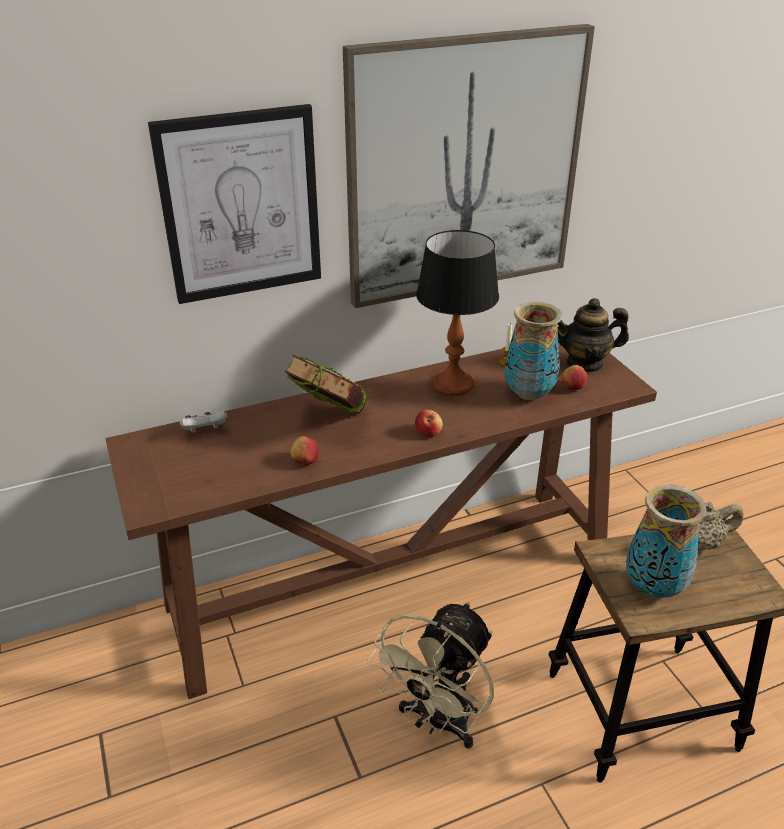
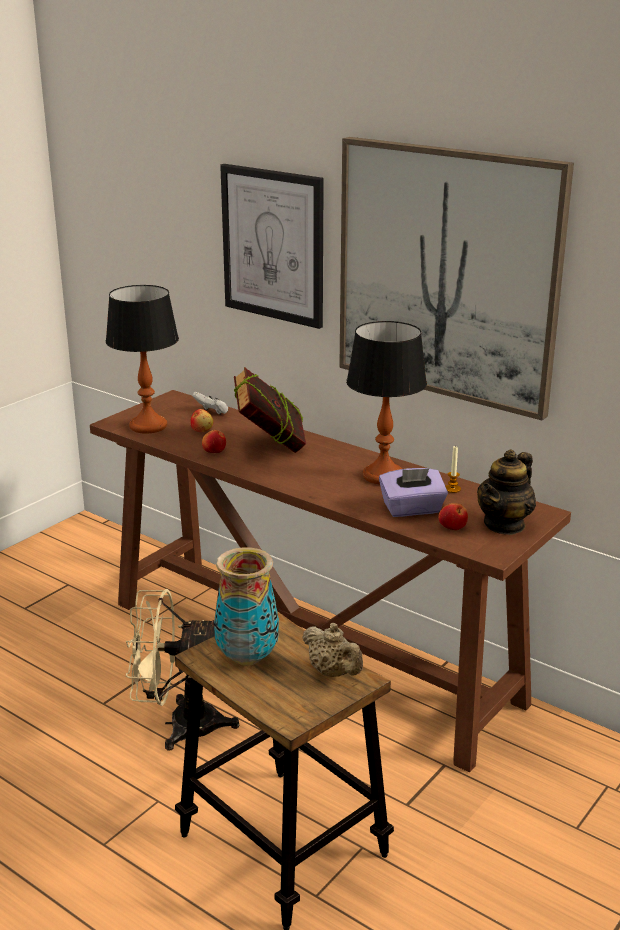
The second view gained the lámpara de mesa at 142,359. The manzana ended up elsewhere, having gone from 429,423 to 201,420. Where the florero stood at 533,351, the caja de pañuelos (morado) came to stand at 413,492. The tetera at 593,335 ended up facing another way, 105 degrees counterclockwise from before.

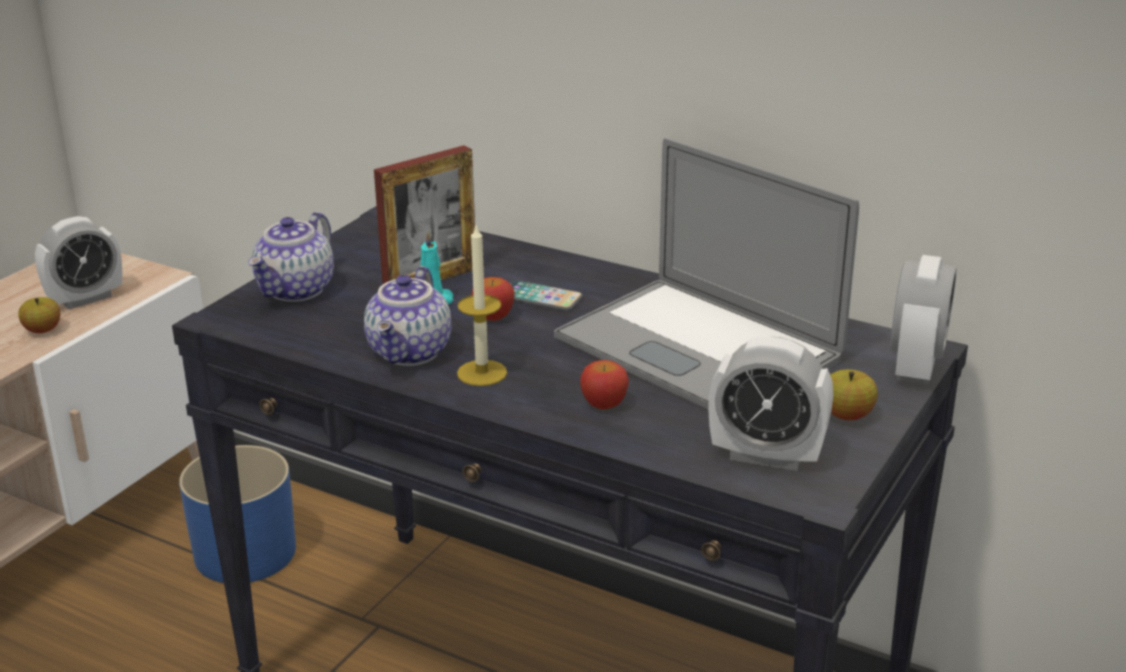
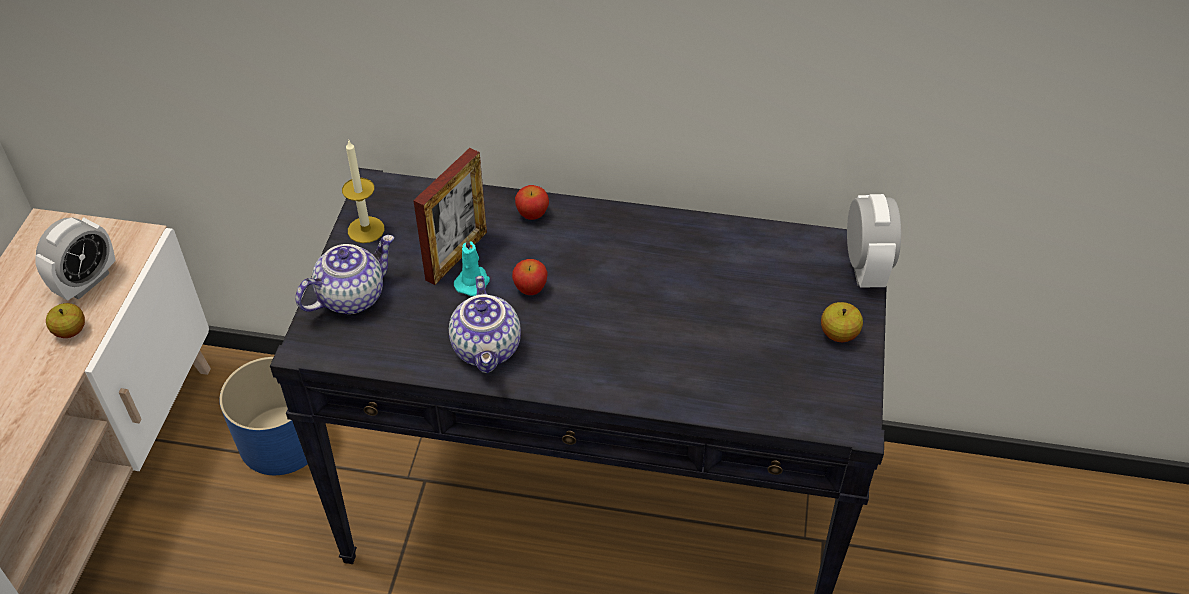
The tetera at 291,257 ended up facing another way, 135 degrees counterclockwise from before. The vela ended up elsewhere, having gone from 482,305 to 363,191. The manzana ended up elsewhere, having gone from 604,385 to 532,202. The second view lost the móvil at 546,295. The second view lost the portátil at 706,273. The second view lost the despertador at 770,403.

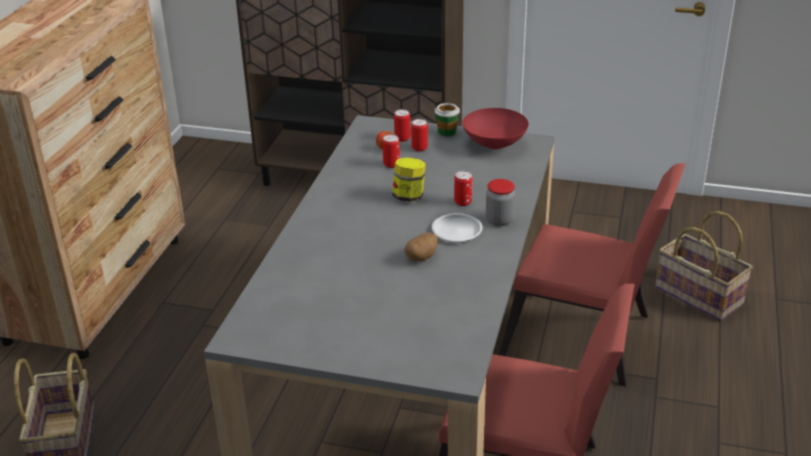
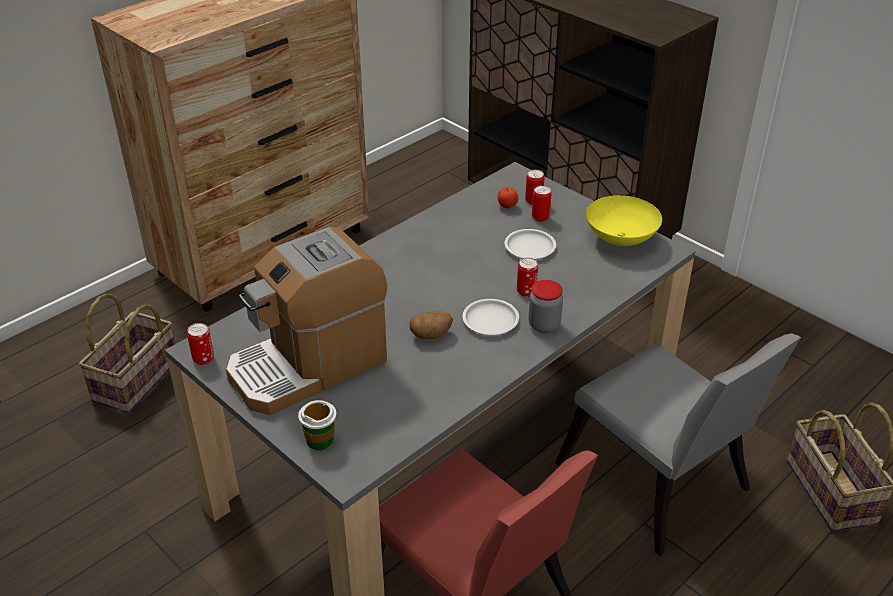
The lata ended up elsewhere, having gone from 391,151 to 200,344. The second view gained the cafetera at 306,321. The taza ended up elsewhere, having gone from 447,120 to 317,425. The second view gained the plato (blanco) at 530,244. What was the silla (rojo) at 592,275 turned into the silla (gris) at 678,444. What was the cuenco (rojo) at 495,128 turned into the cuenco (amarillo) at 624,220. The second view lost the tarro at 409,179.

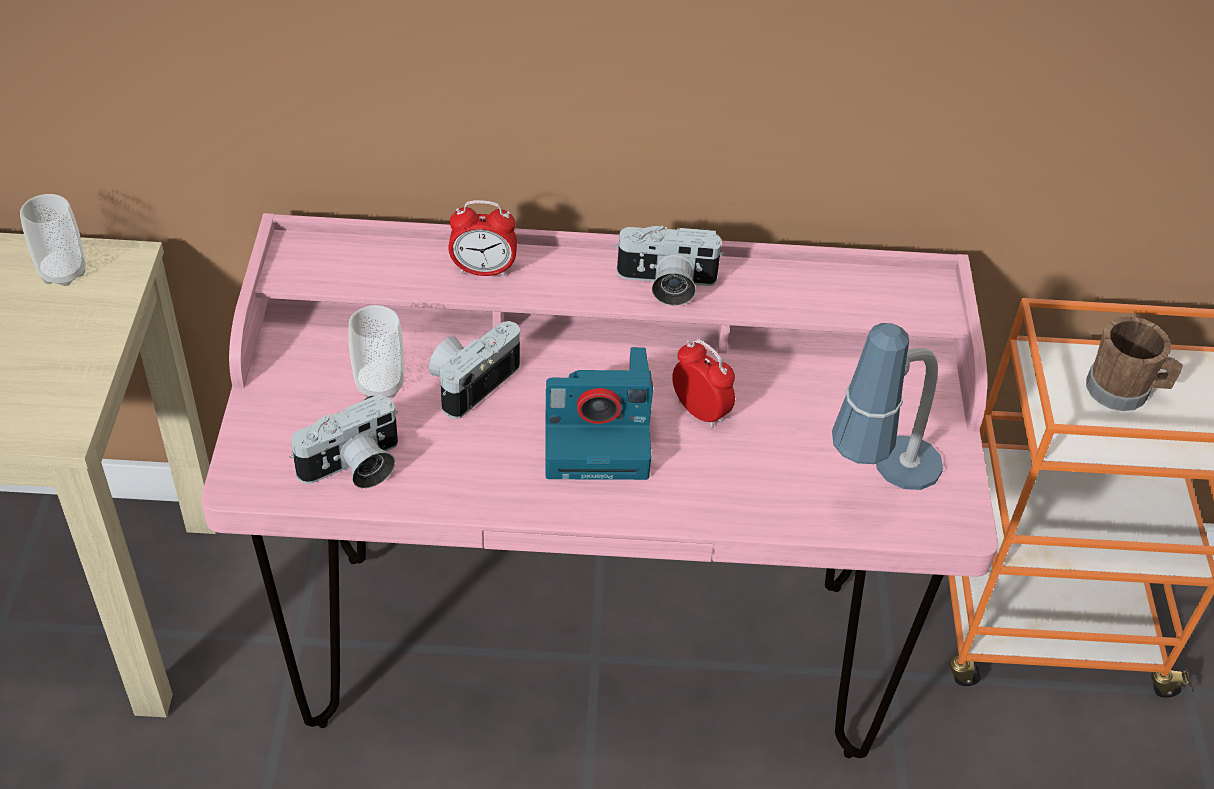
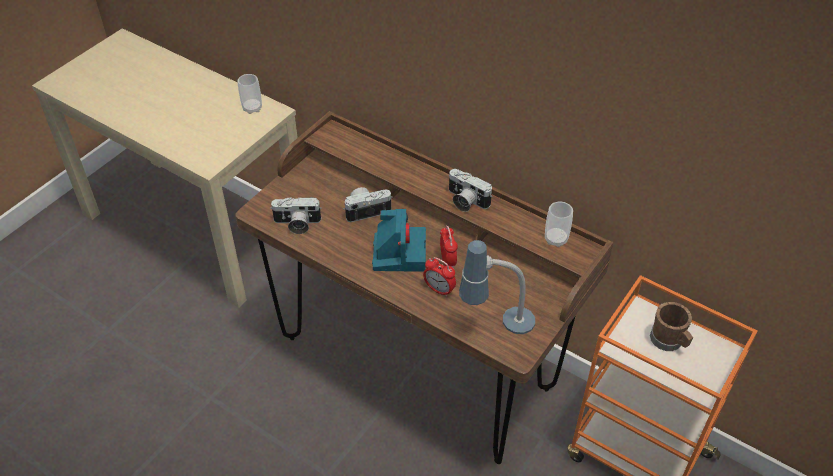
What was the escritorio (rosa) at 599,485 turned into the escritorio (marrón) at 424,287. The cámara at 599,413 ended up facing another way, 120 degrees counterclockwise from before. The despertador ended up elsewhere, having gone from 482,238 to 439,277. The taza ended up elsewhere, having gone from 376,351 to 559,224.

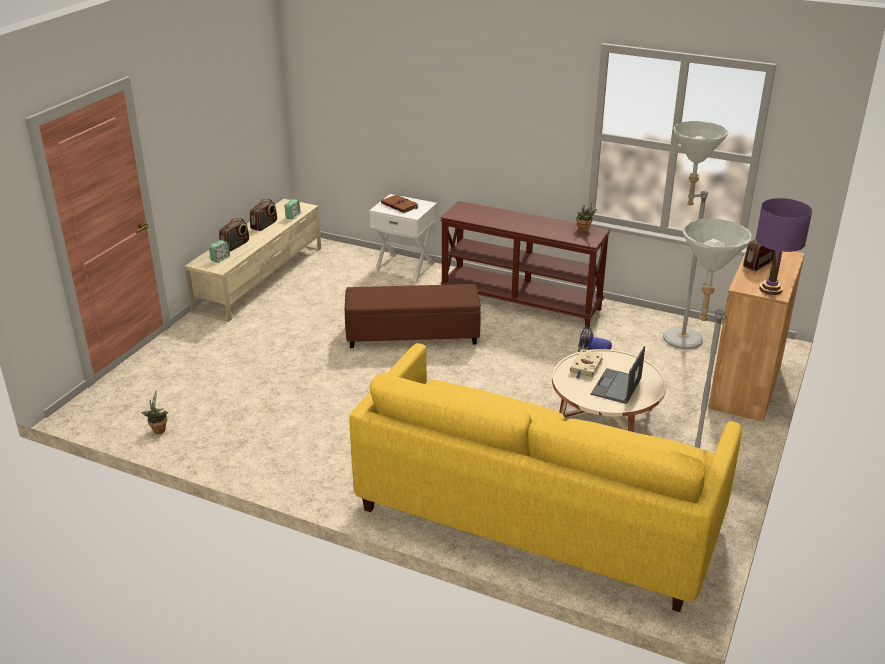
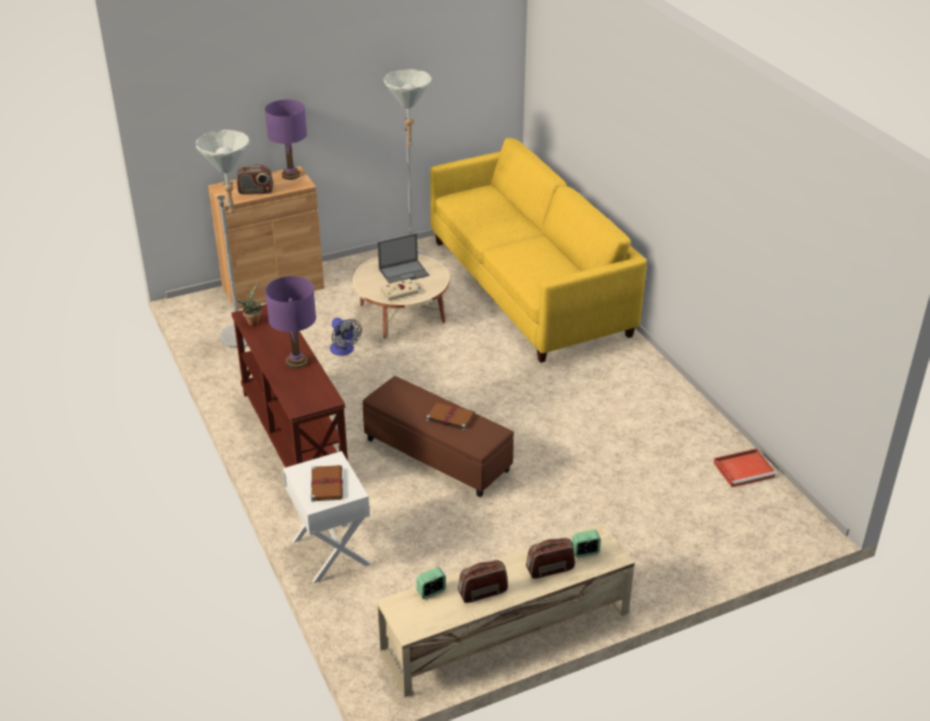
The second view gained the lámpara de mesa (morado) at 290,322. The second view gained the libro (marrón) at 450,416. Where the planta en maceta stood at 154,412, the bandeja (rojo) came to stand at 745,468.

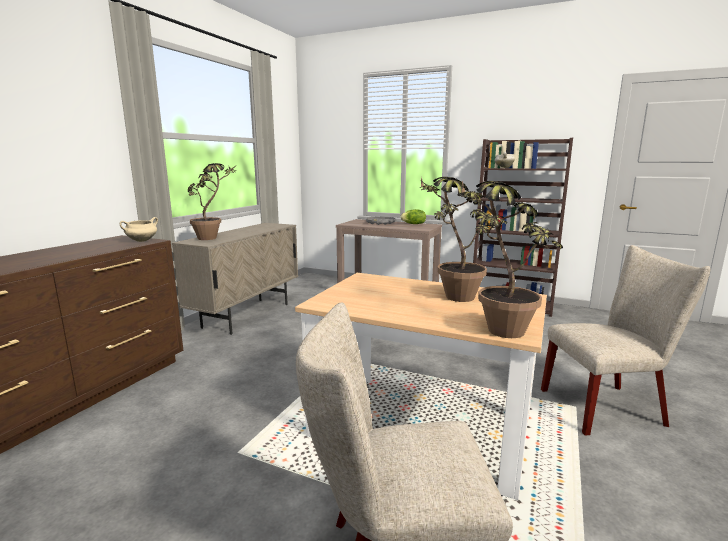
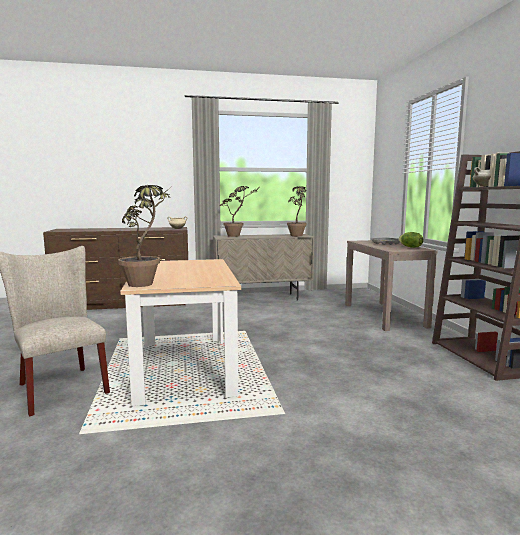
The planta en maceta ended up elsewhere, having gone from 460,239 to 297,211. The second view lost the silla (beis) at 625,340.

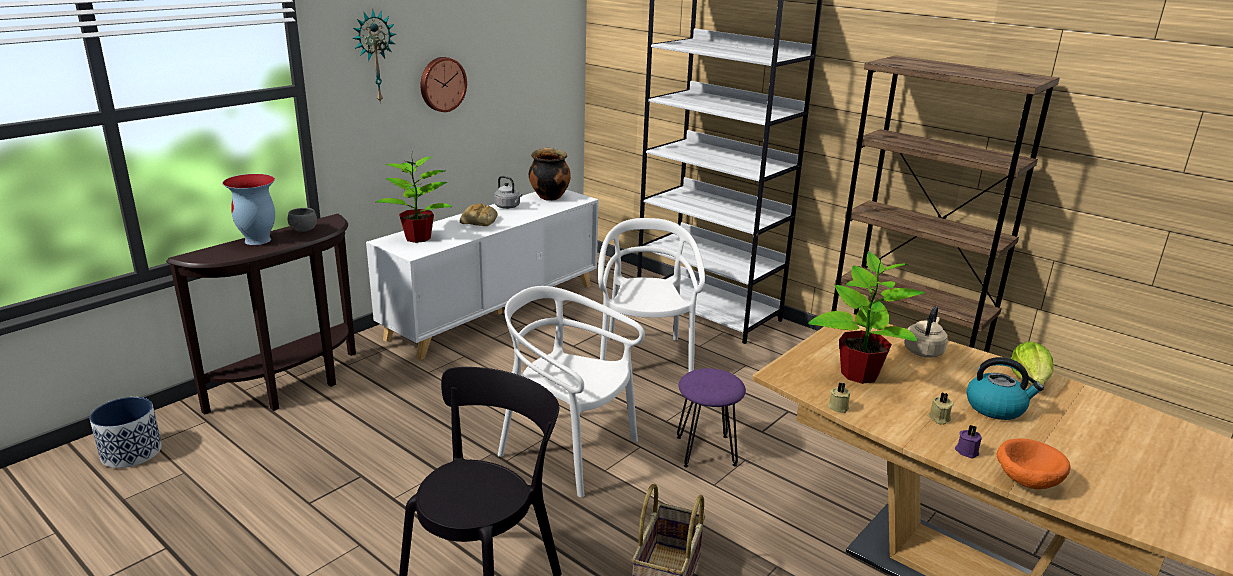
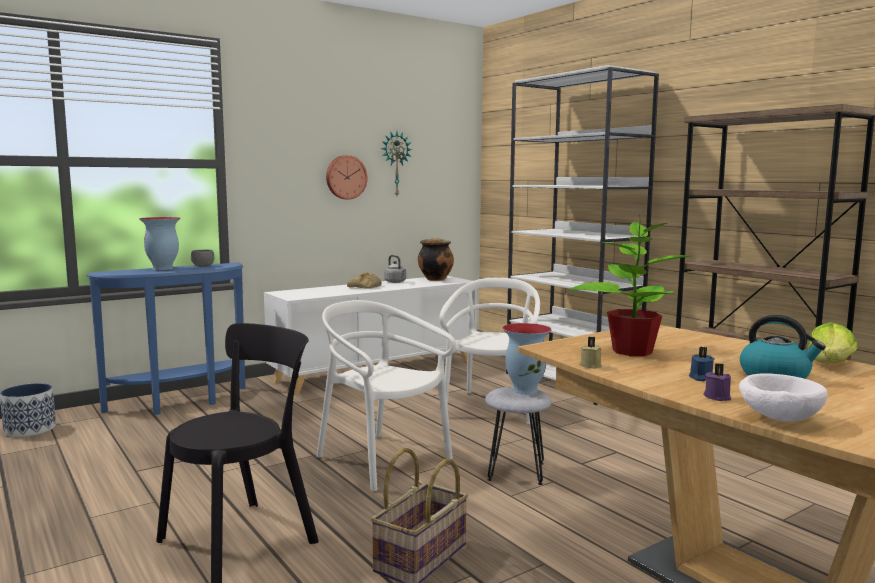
What was the mesa consola (marrón) at 261,314 turned into the mesa consola (azul) at 165,338. The reloj de pared ended up elsewhere, having gone from 374,56 to 396,163. What was the taburete (morado) at 711,417 turned into the taburete (gris) at 518,436. The second view gained the florero at 527,358. What was the vela (beis) at 941,408 turned into the vela (azul) at 702,364. What was the cuenco (naranja) at 1033,464 turned into the cuenco (blanco) at 783,397. The second view lost the planta en maceta at 414,200. The second view lost the hervidor (beis) at 926,332.

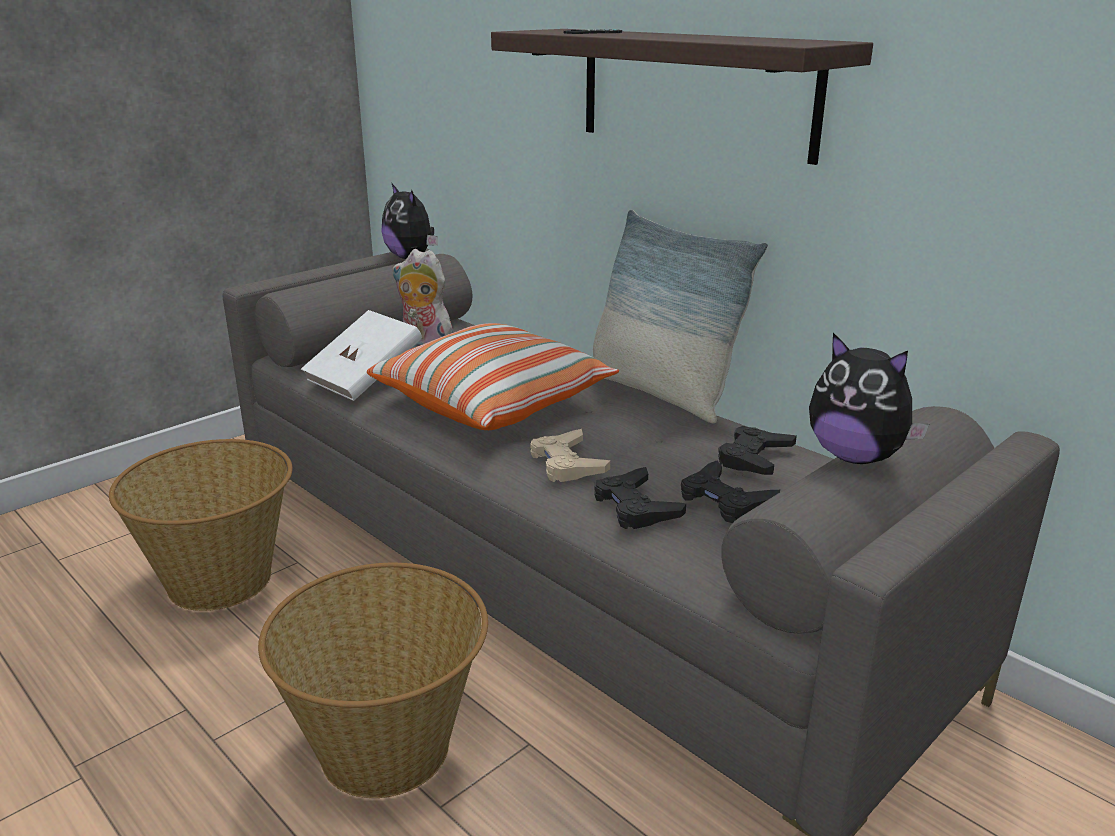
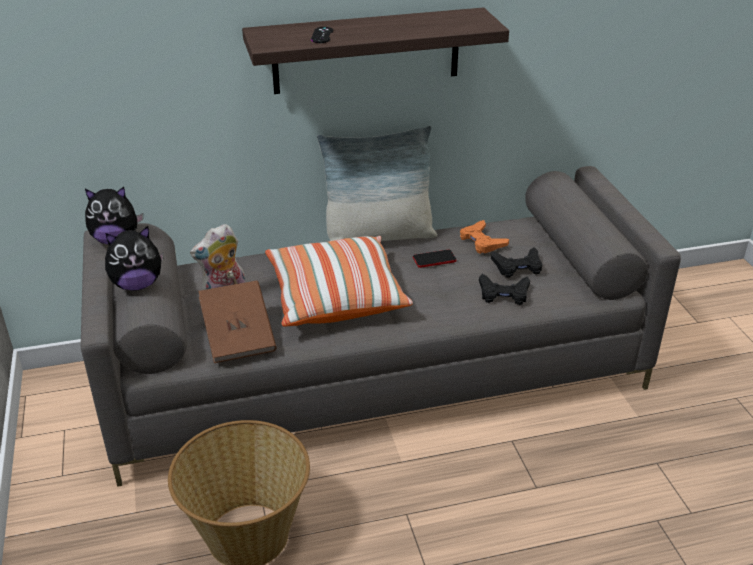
The peluche ended up elsewhere, having gone from 869,398 to 134,258. What was the libro (blanco) at 361,355 turned into the libro (marrón) at 237,322. The second view gained the móvil at 435,259. What was the mando de consola (negro) at 757,450 turned into the mando de consola (naranja) at 484,237. The second view lost the cesta at 373,680. The second view lost the mando de consola (beis) at 570,455.

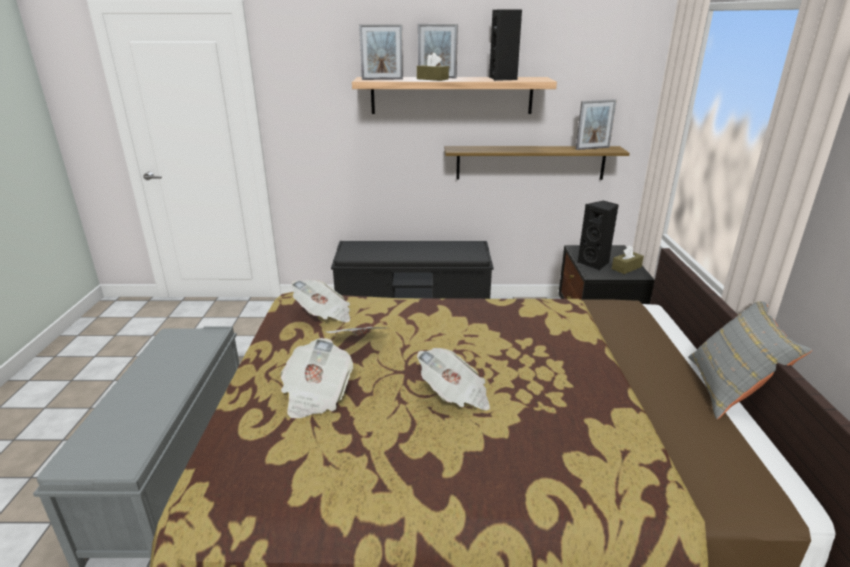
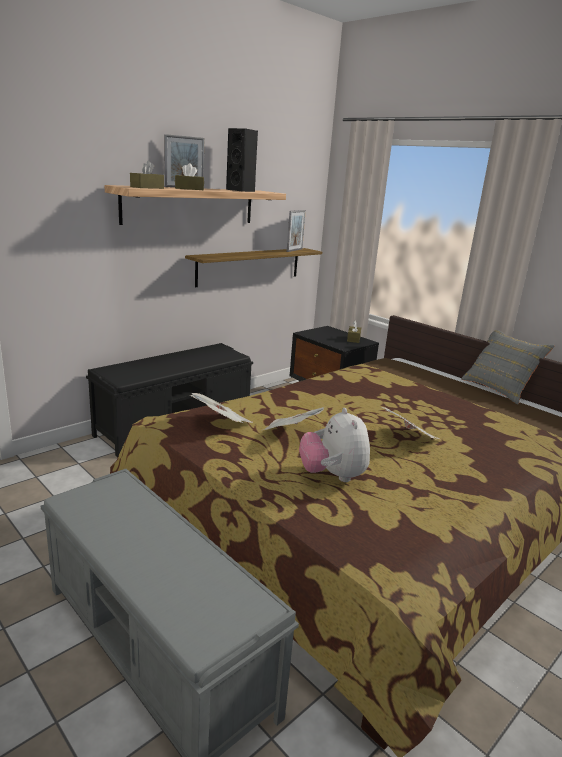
Where the portarretratos stood at 381,52, the caja de pañuelos (marrón) came to stand at 147,174. Where the periódico stood at 316,378, the peluche came to stand at 334,445. The second view lost the altavoz (negro) at 598,236.

